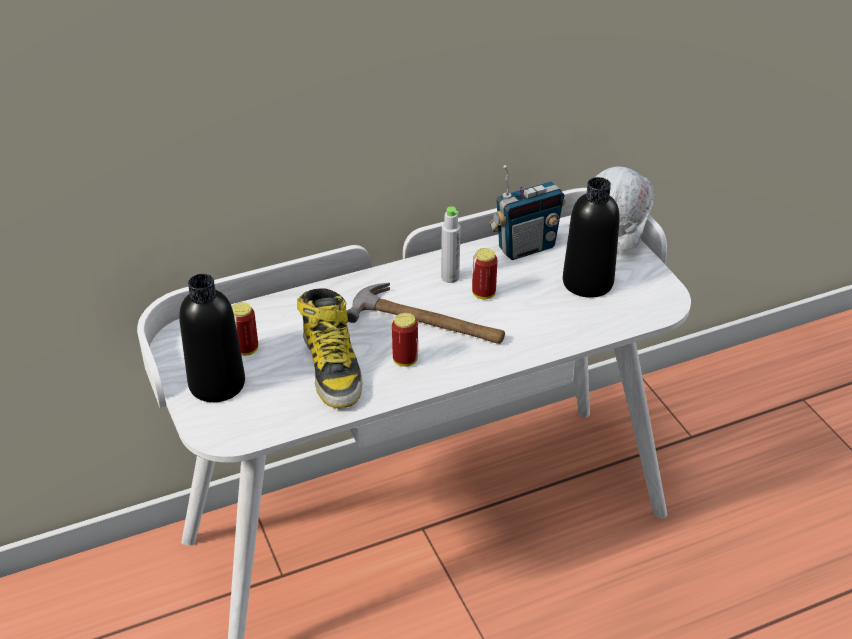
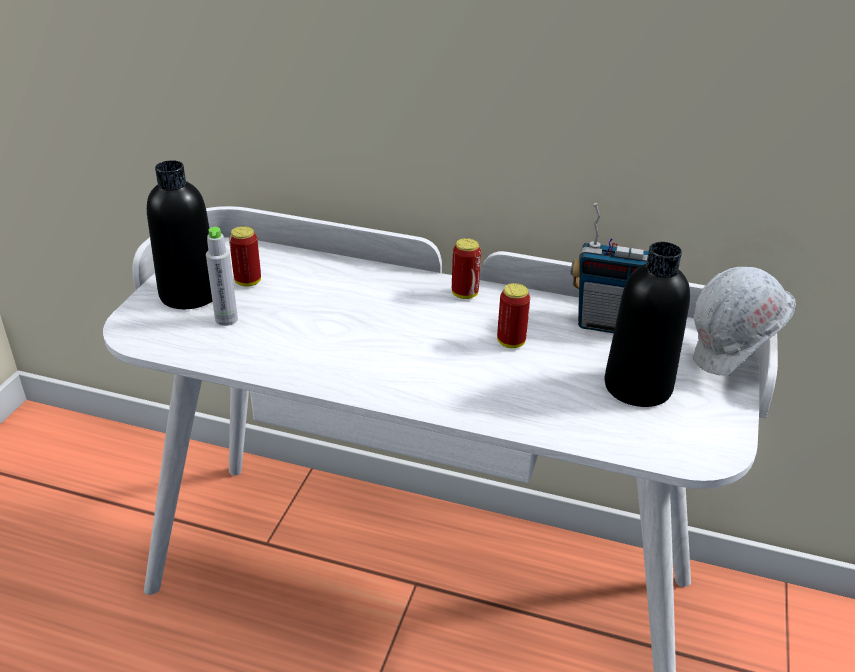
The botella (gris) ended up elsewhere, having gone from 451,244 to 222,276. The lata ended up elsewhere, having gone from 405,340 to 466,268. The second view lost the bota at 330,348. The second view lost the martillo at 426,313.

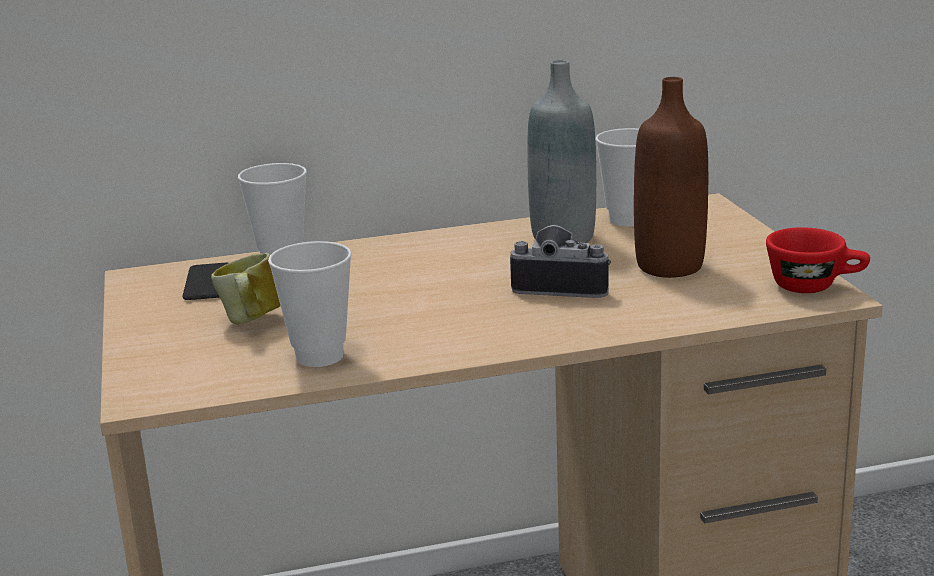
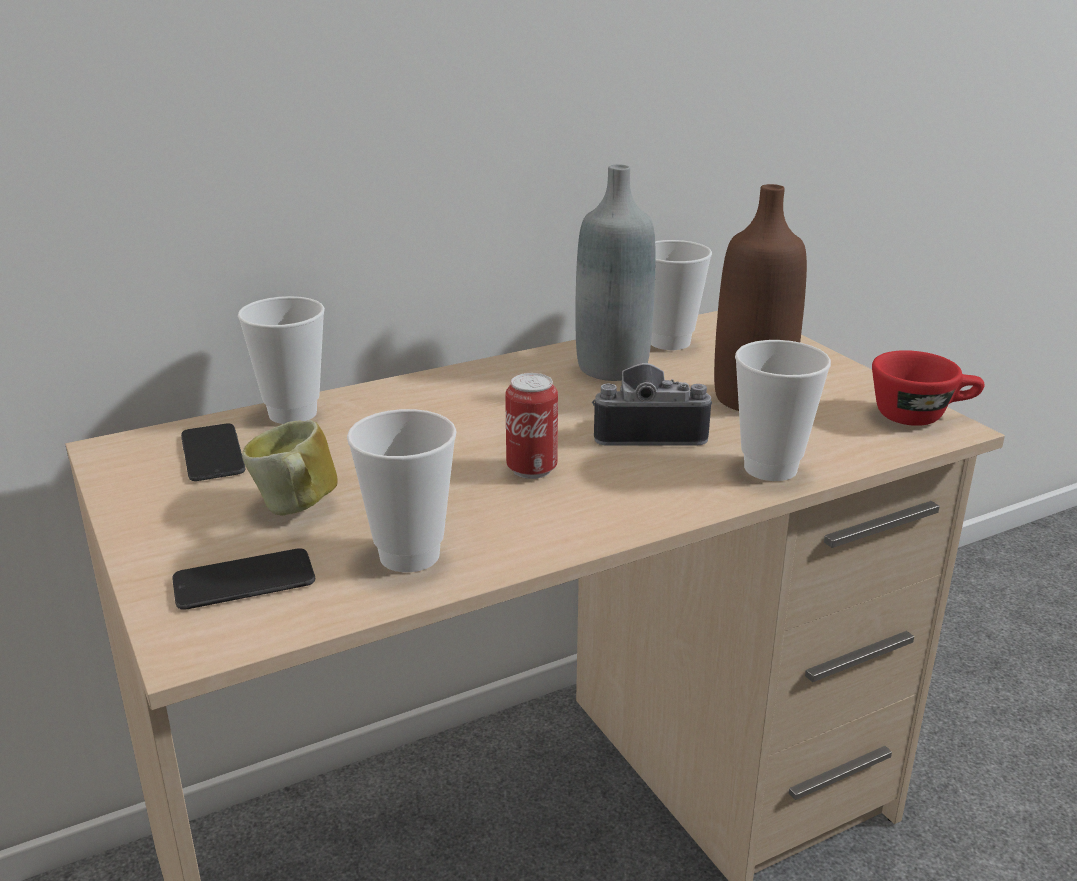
The second view gained the móvil at 243,579. The second view gained the lata at 531,426. The second view gained the taza at 783,410.

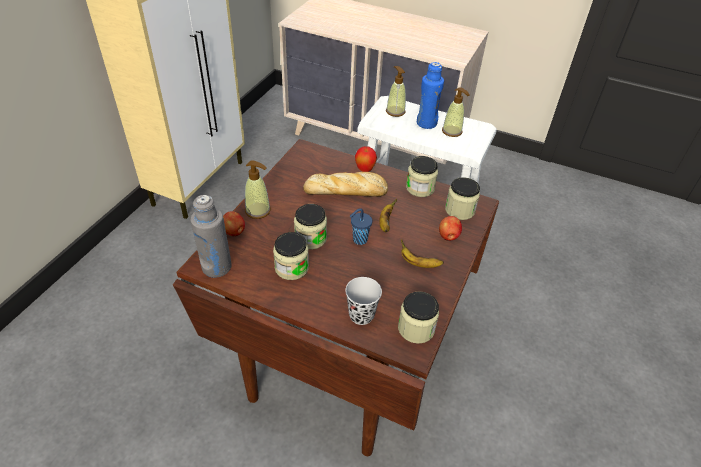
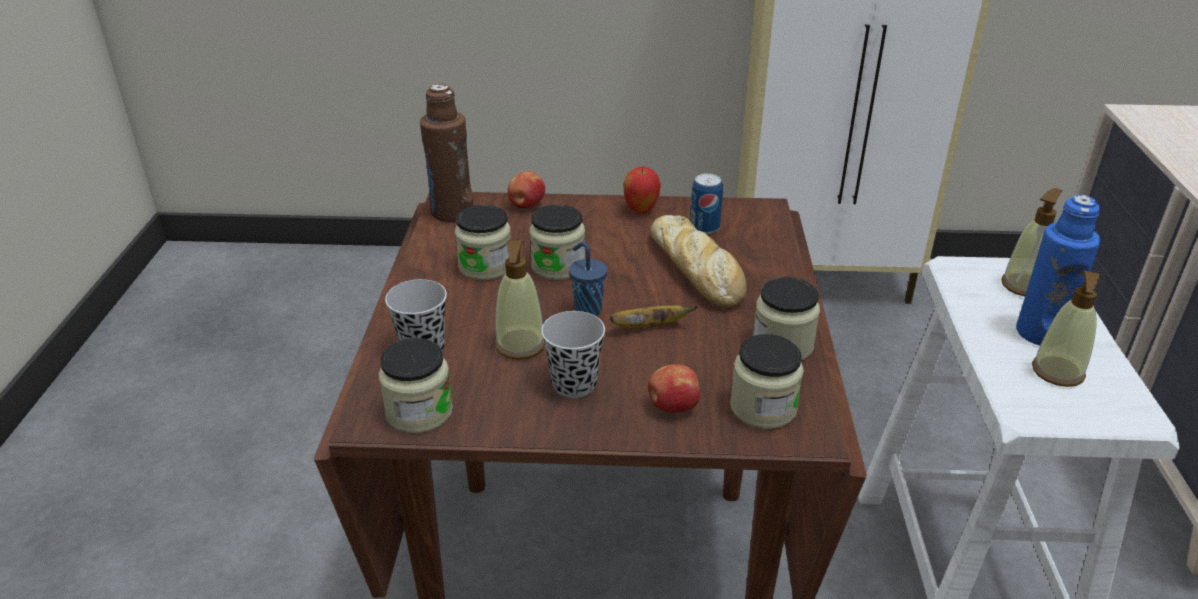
What was the botella (gris) at 211,236 turned into the botella (marrón) at 447,153. The dispensador de jabón ended up elsewhere, having gone from 258,189 to 520,300. Where the plátano stood at 422,254, the taza (negro) came to stand at 573,354. The manzana ended up elsewhere, having gone from 366,159 to 642,190. The second view gained the lata at 706,203.

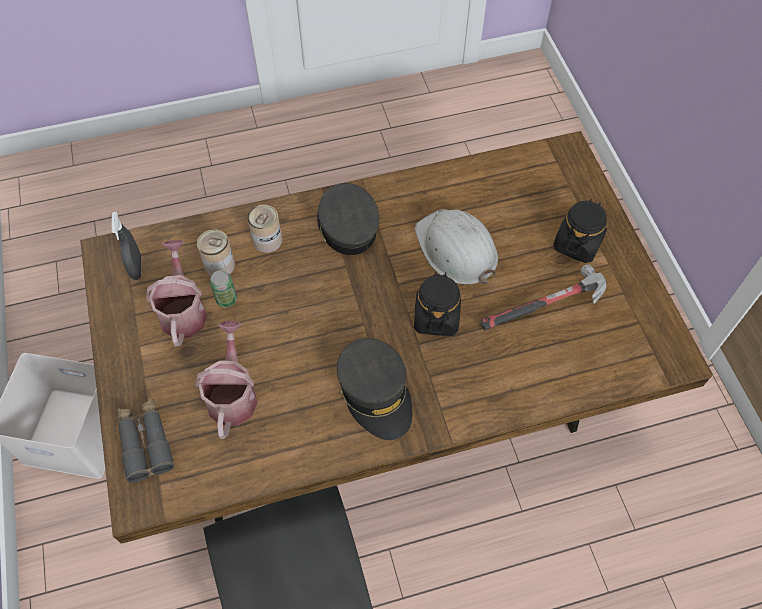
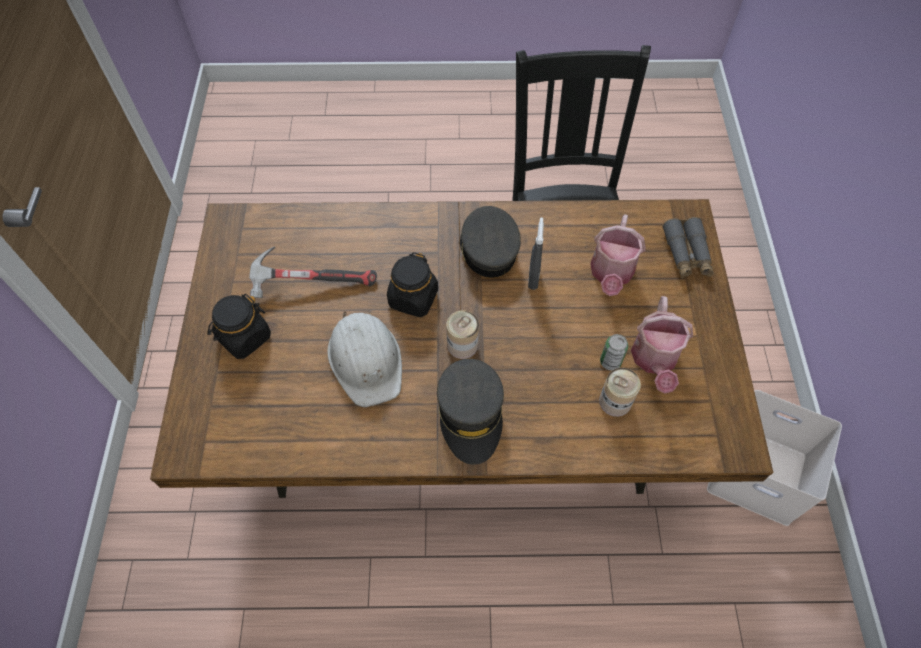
The lata ended up elsewhere, having gone from 264,229 to 463,335. The pulverizador (gris) ended up elsewhere, having gone from 126,246 to 536,253.

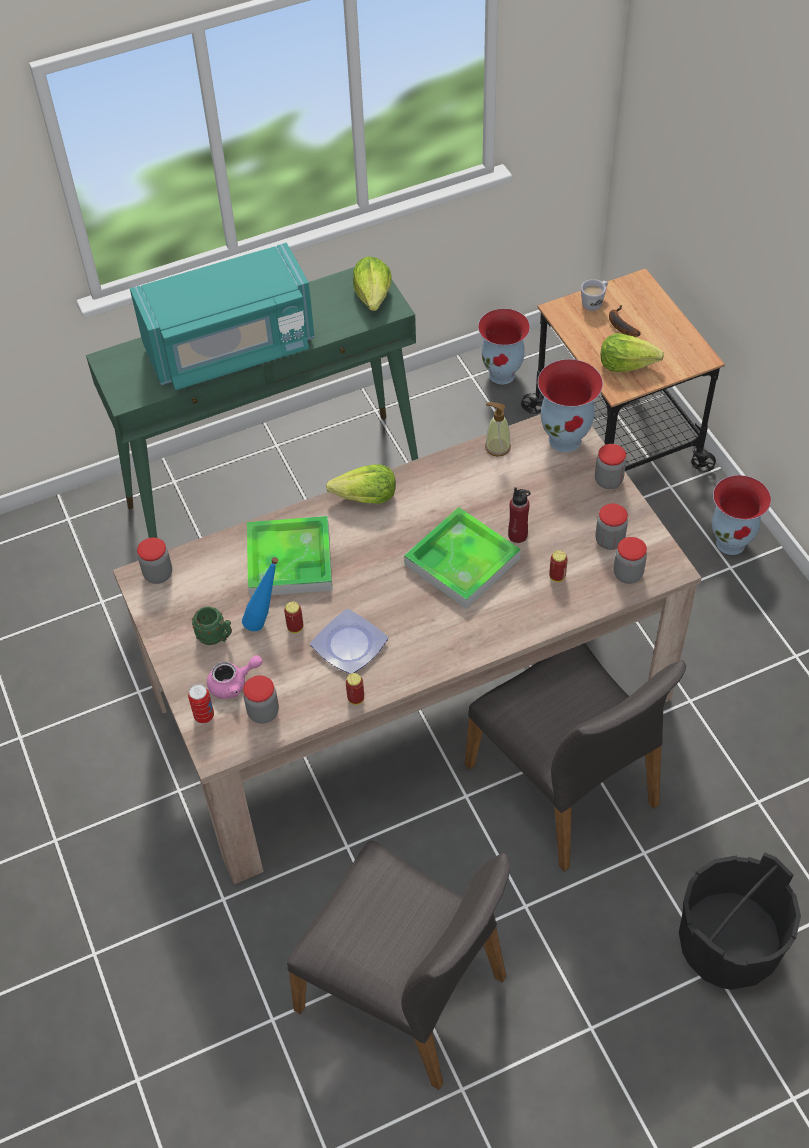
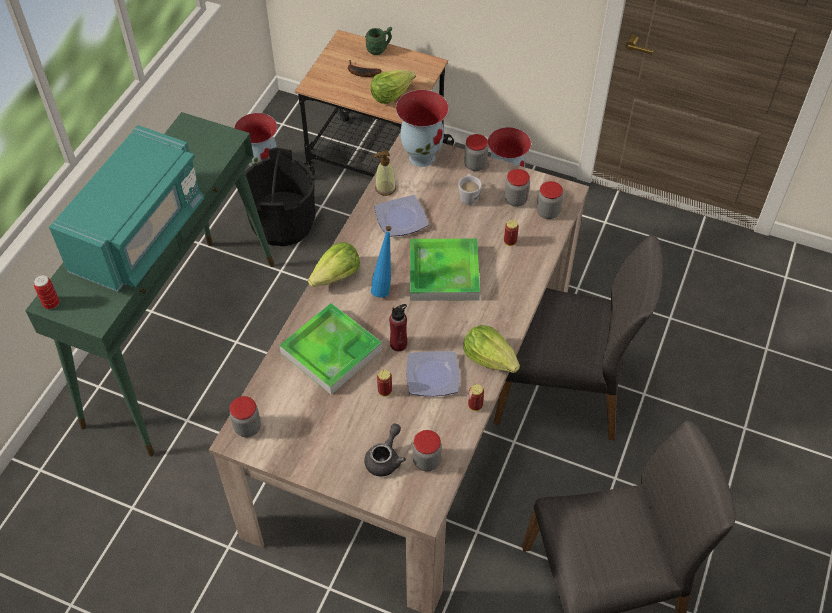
The lata ended up elsewhere, having gone from 201,703 to 46,292. The cubo (negro) ended up elsewhere, having gone from 740,921 to 280,196. What was the tetera (rosa) at 235,677 turned into the tetera (gris) at 385,450. The taza grande (verde) ended up elsewhere, having gone from 212,625 to 378,41. The botella (azul) ended up elsewhere, having gone from 260,594 to 381,262. The second view gained the plato at 401,216. The botella (rojo) ended up elsewhere, having gone from 519,515 to 398,327. The taza grande (blanco) ended up elsewhere, having gone from 594,295 to 470,189. The lechuga ended up elsewhere, having gone from 372,283 to 491,349.

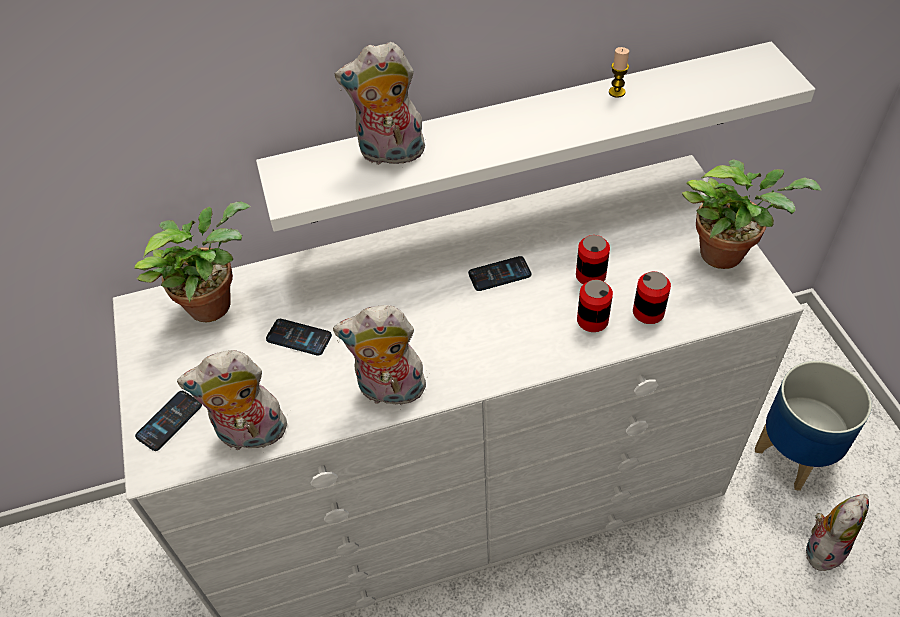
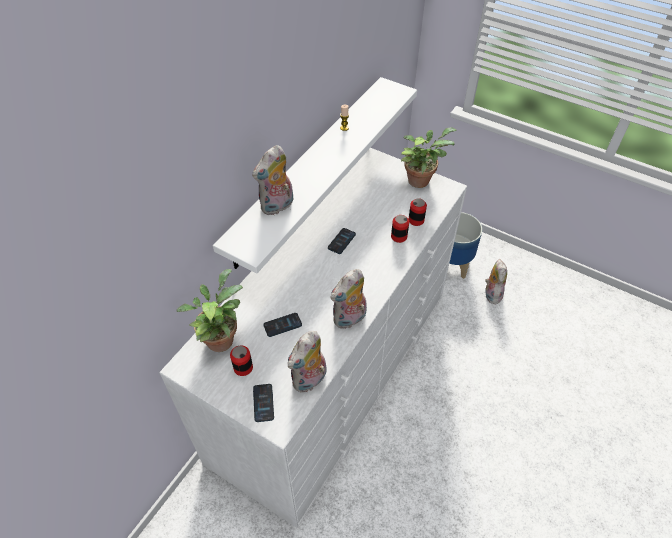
The lata ended up elsewhere, having gone from 593,259 to 241,361.

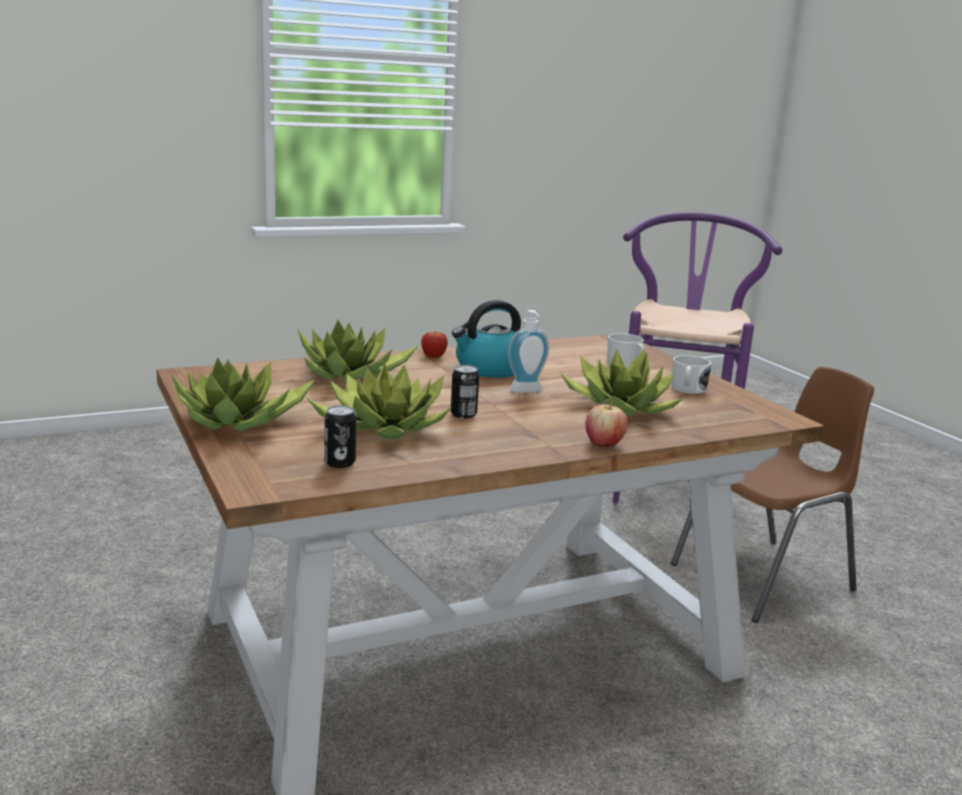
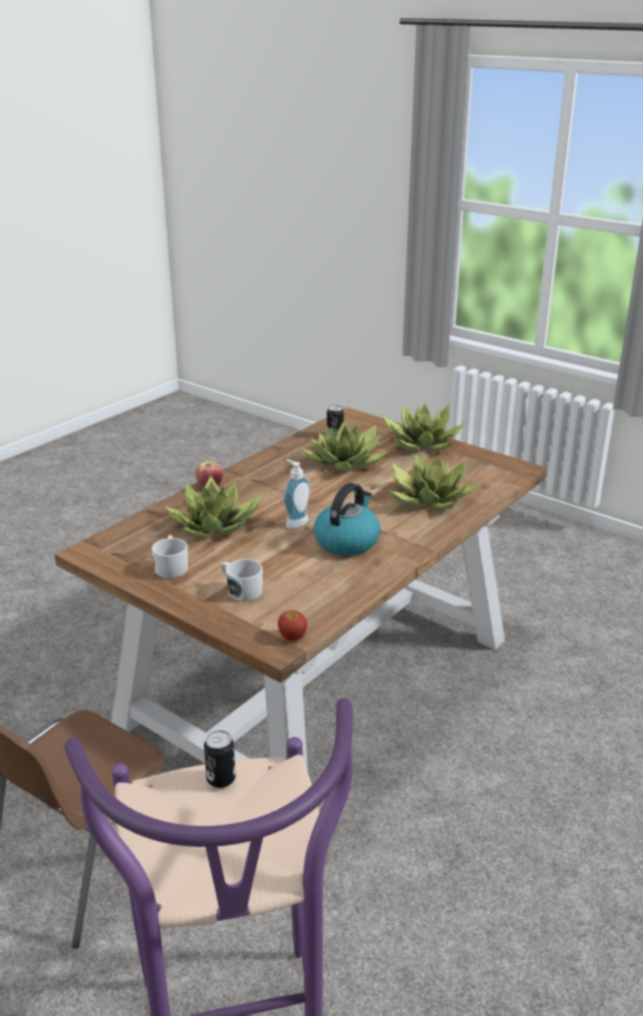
The lata ended up elsewhere, having gone from 465,391 to 220,759. The manzana ended up elsewhere, having gone from 434,345 to 292,625.

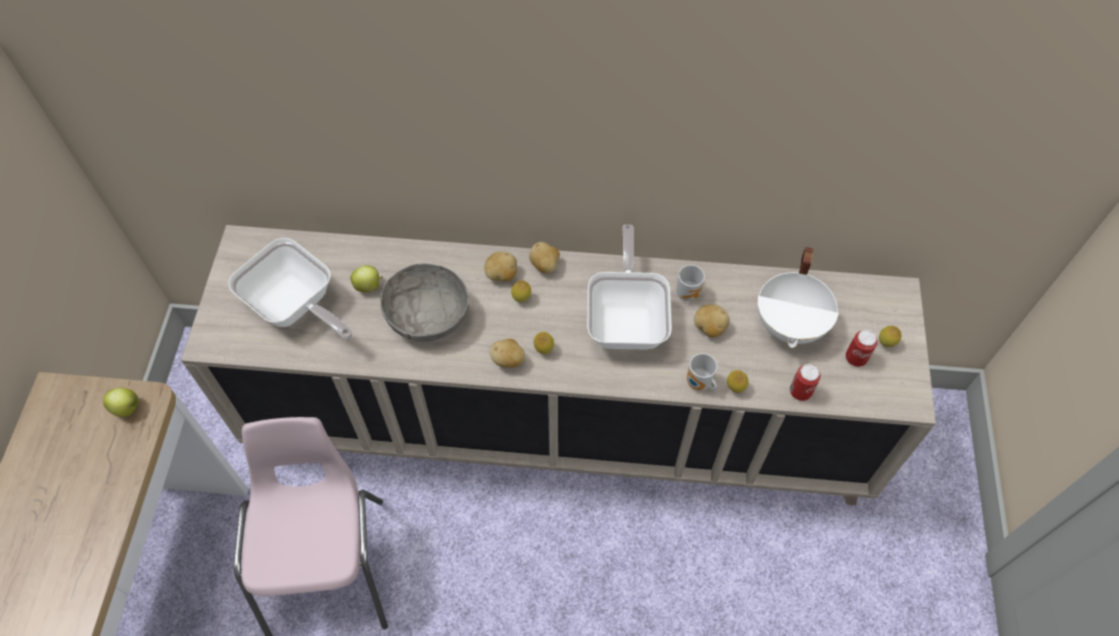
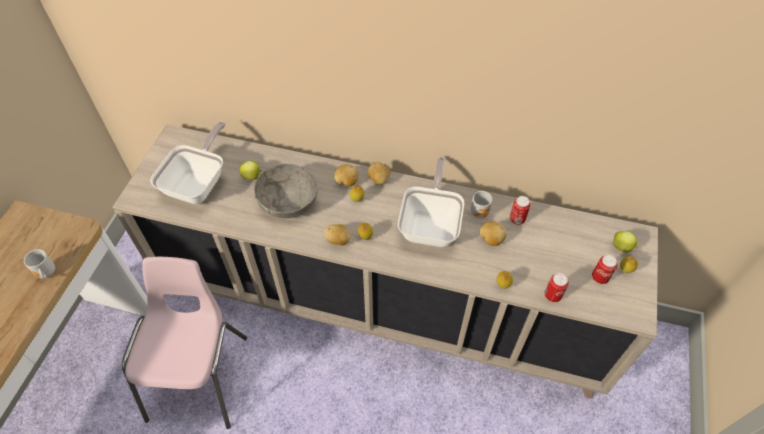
The taza grande ended up elsewhere, having gone from 702,372 to 39,264. The sartén at 290,289 ended up facing another way, 120 degrees counterclockwise from before. The second view gained the lata at 520,210. The manzana ended up elsewhere, having gone from 120,402 to 625,241. The second view lost the olla (blanco) at 798,297.

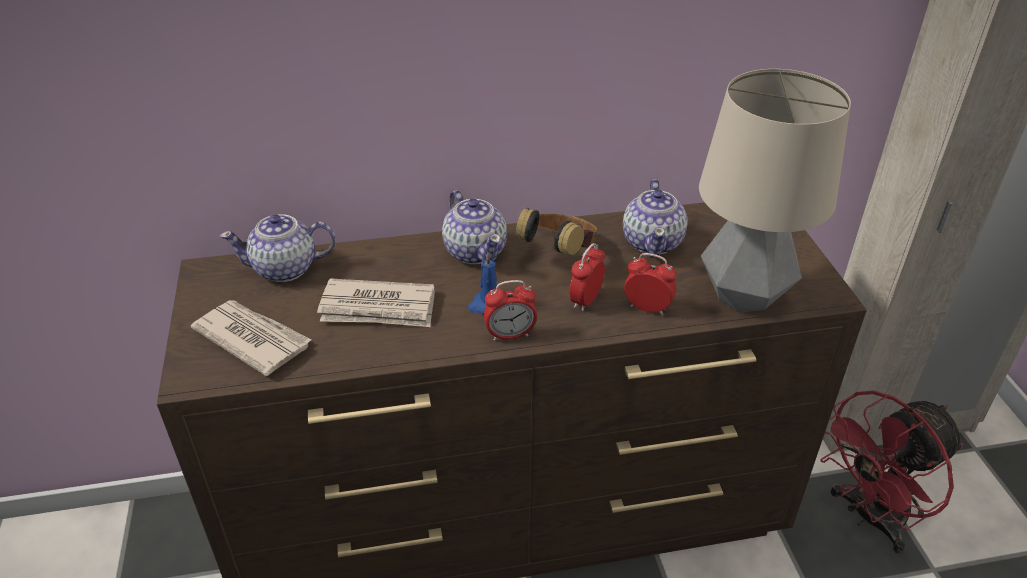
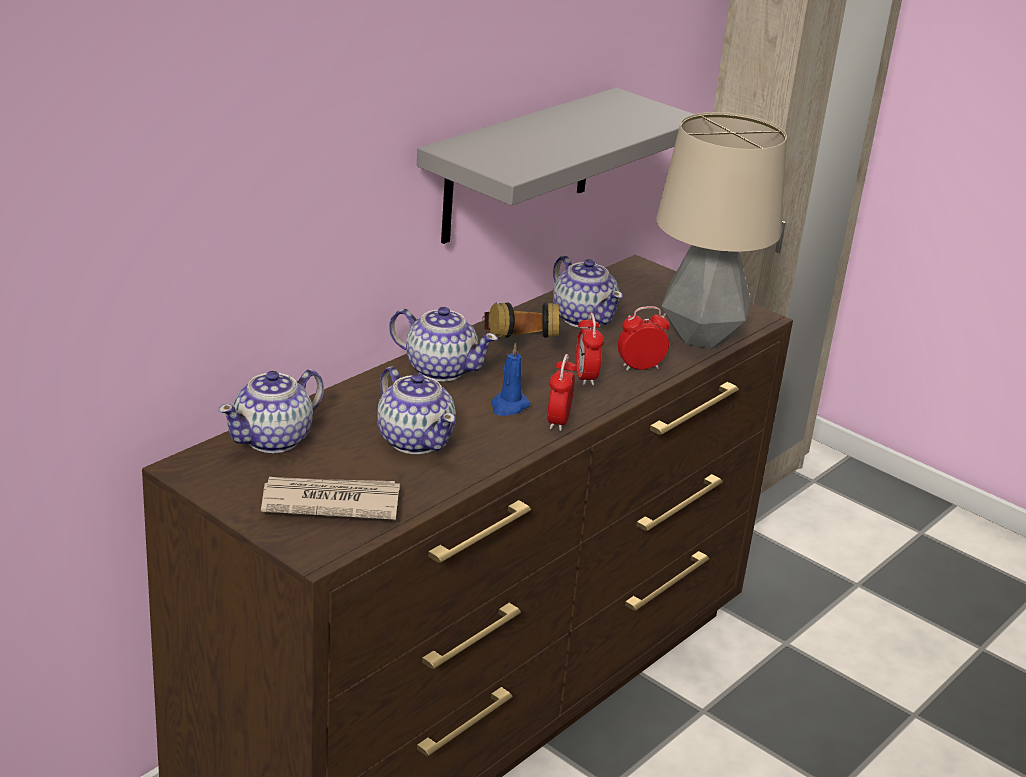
Where the periódico stood at 376,302, the tetera came to stand at 416,410. The second view gained the estante (gris) at 555,166. The despertador at 510,310 ended up facing another way, 150 degrees clockwise from before. The second view lost the ventilador (rojo) at 892,472.

